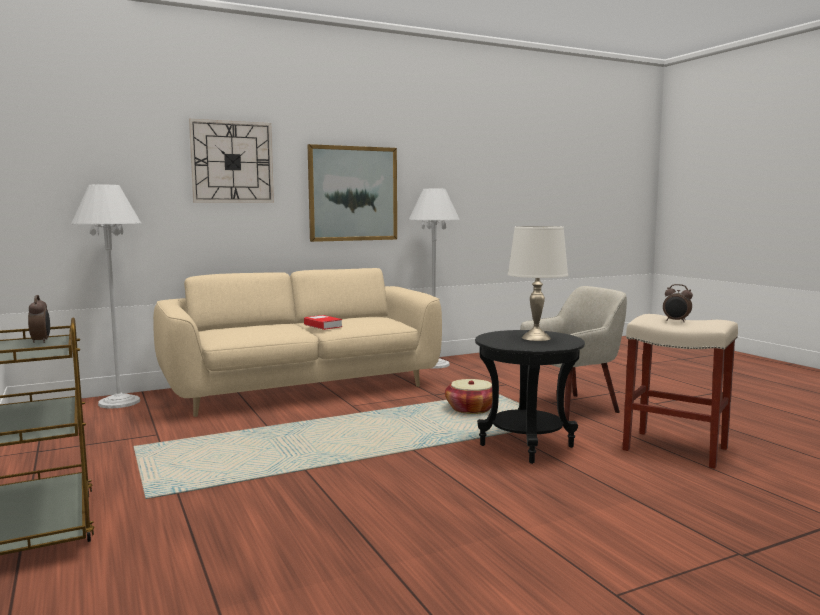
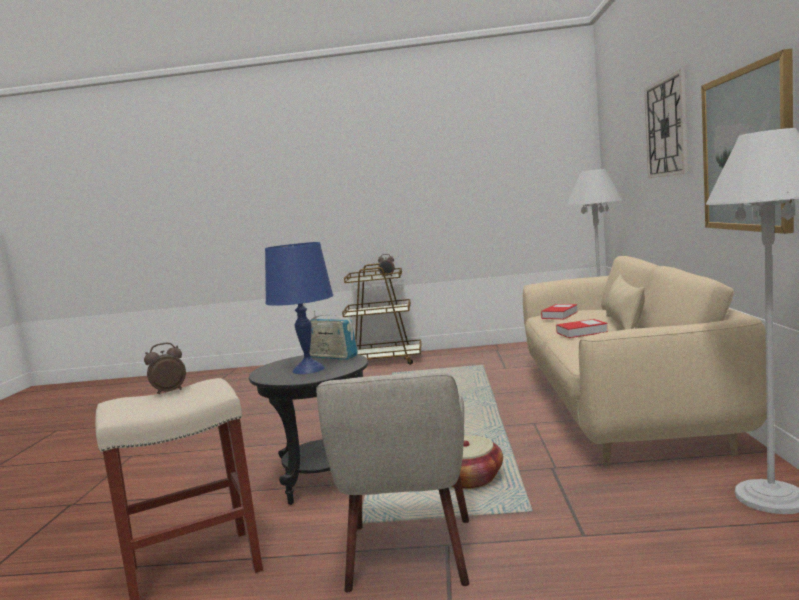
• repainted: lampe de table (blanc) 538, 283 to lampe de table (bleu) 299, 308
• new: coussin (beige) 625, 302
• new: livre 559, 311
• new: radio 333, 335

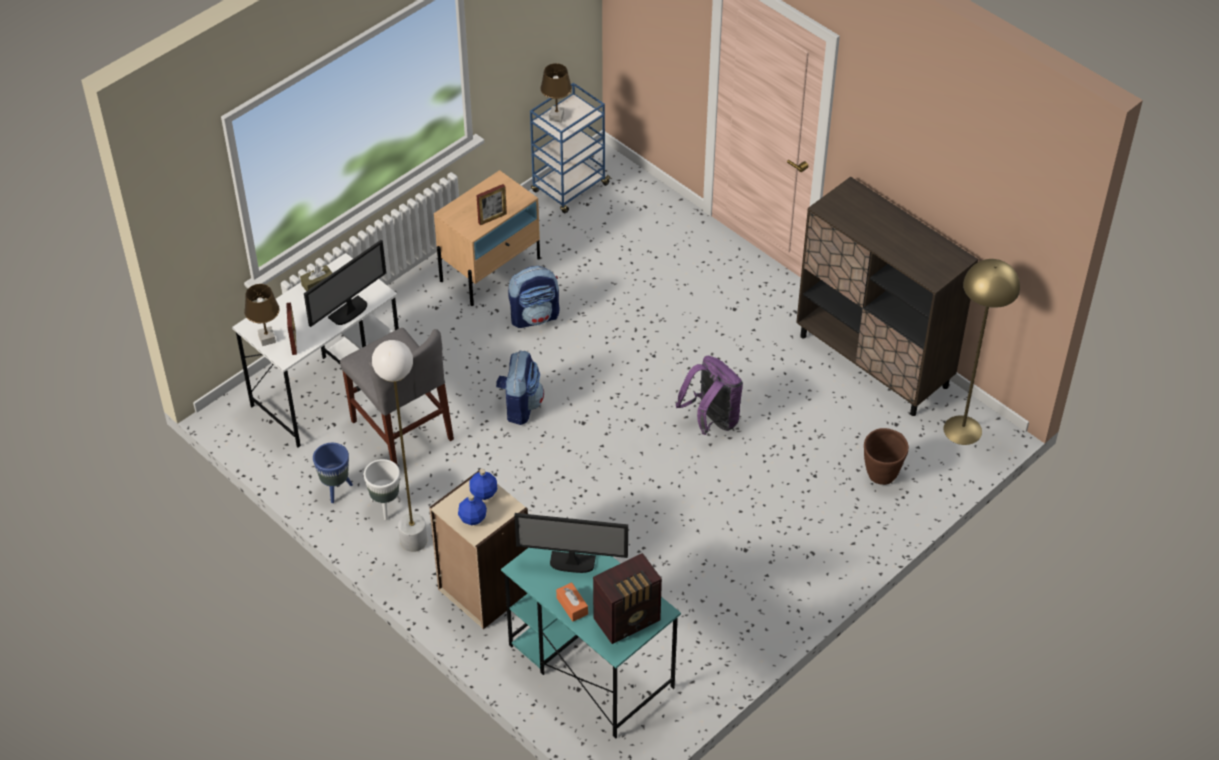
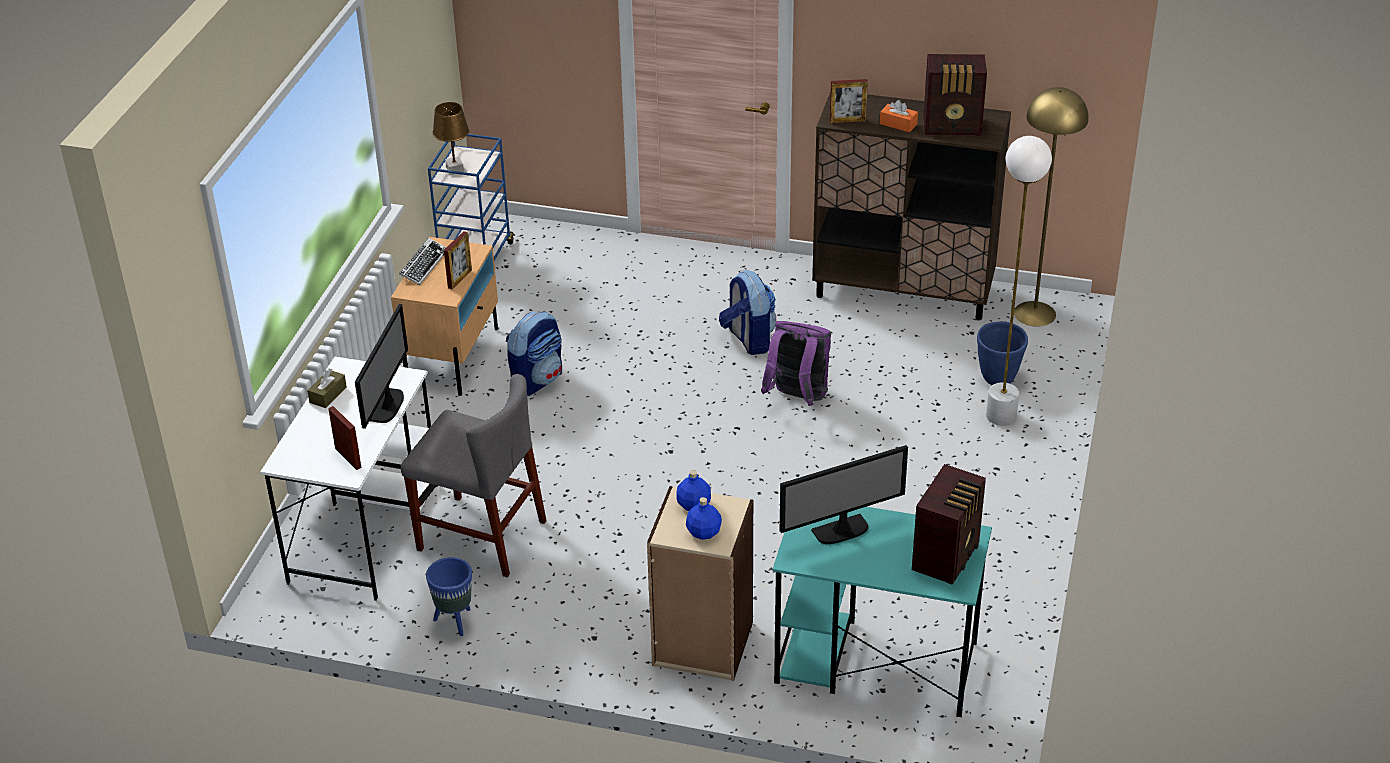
• gone: lampe de table (marron) 262, 315
• shifted: lampadaire (blanc) 399, 446 to 1019, 281
• shifted: sac à dos 520, 387 to 747, 312
• repainted: cache-pot (marron) 886, 456 to cache-pot (bleu) 1002, 353
• gone: cache-pot (blanc) 382, 489
• shifted: boîte à mouchoirs (orange) 572, 602 to 899, 116
• new: radio 955, 95
• new: cadre photo 849, 101
• new: clavier 422, 261

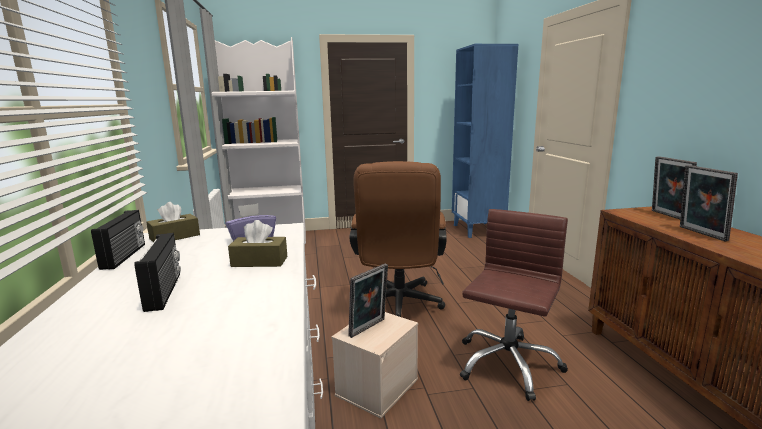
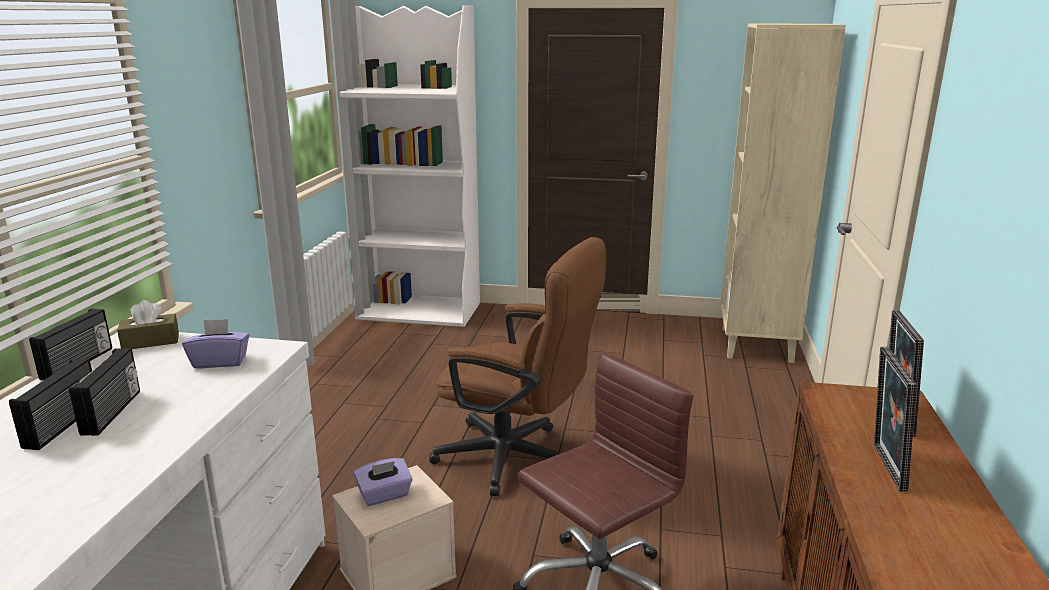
• repainted: bibliothèque (bleu) 485, 141 to bibliothèque (beige) 783, 193
• rotated: chaise de bureau (marron) 398, 239 = 518, 366 90 degrees counterclockwise
• gone: boîte à mouchoirs (marron) 257, 243
• swapped: cadre photo 368, 301 to boîte à mouchoirs (violet) 383, 482
• new: radio 104, 392

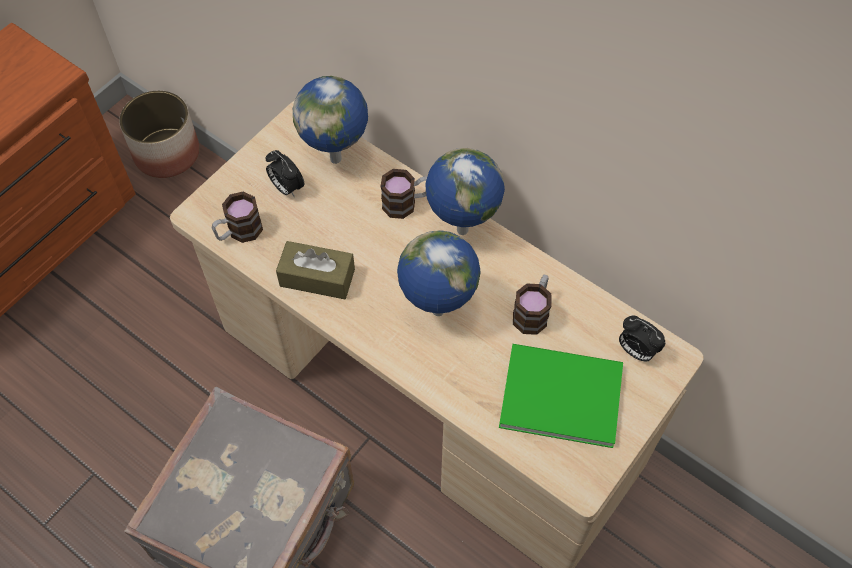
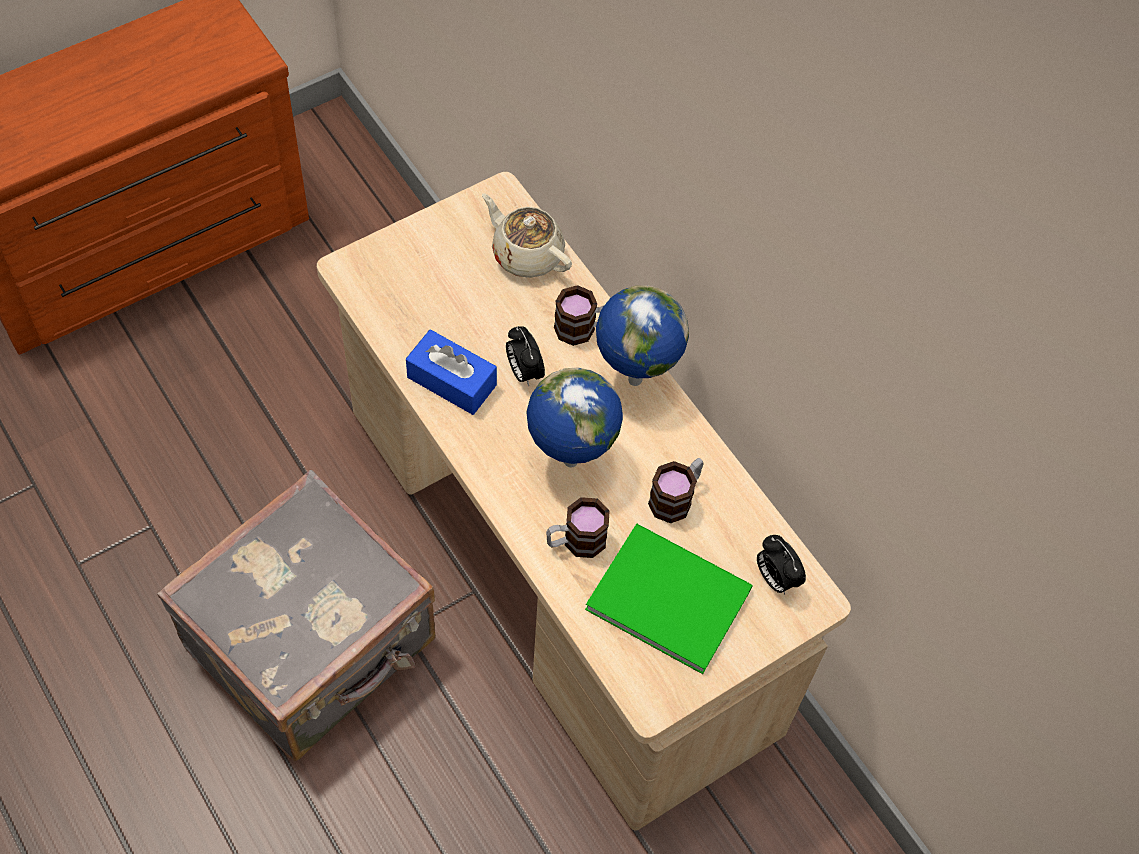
• swapped: globe 330, 120 to théière (beige) 527, 235
• gone: cache-pot 159, 134
• shifted: réveil 285, 173 to 525, 356
• shifted: mug 237, 217 to 578, 527
• repainted: boîte à mouchoirs (marron) 315, 270 to boîte à mouchoirs (bleu) 451, 372

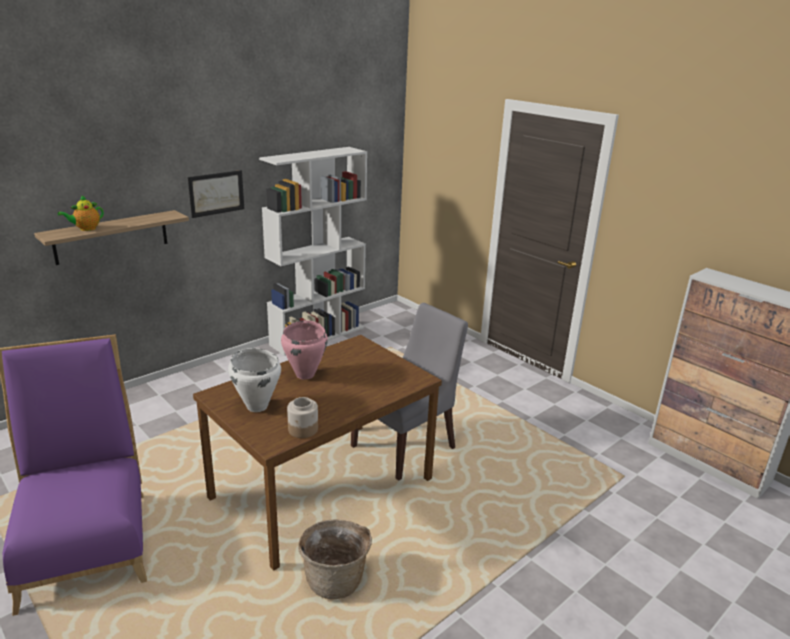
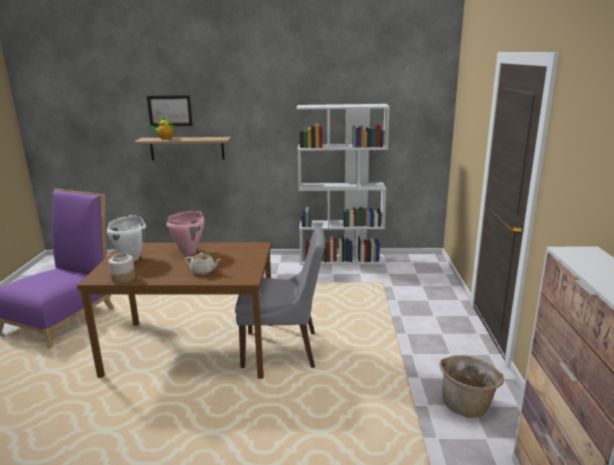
• shifted: tableau 216, 194 to 170, 110
• shifted: panier 335, 559 to 471, 386
• new: théière (beige) 203, 264

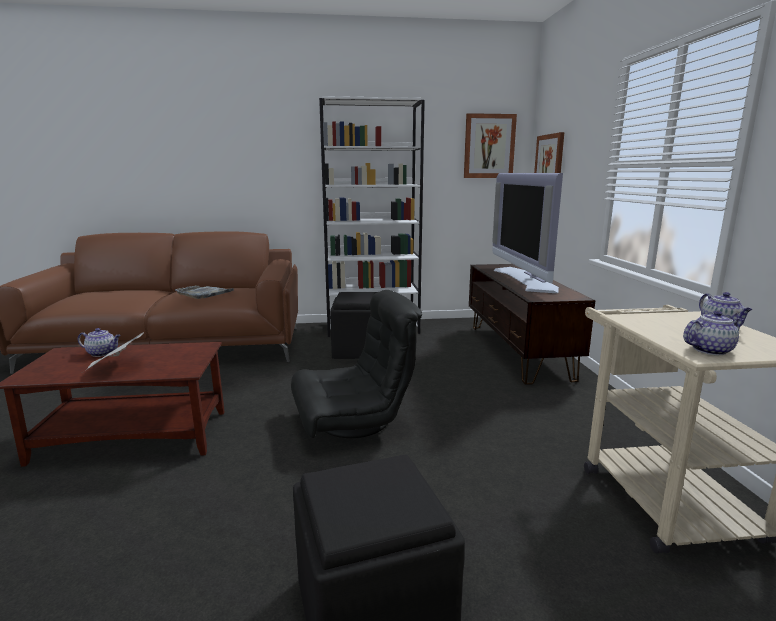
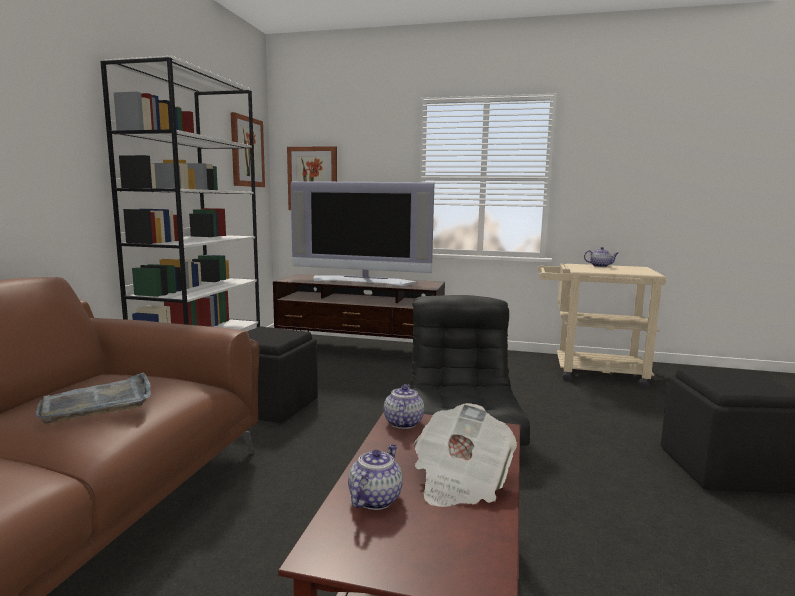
• shifted: théière 713, 332 to 404, 406

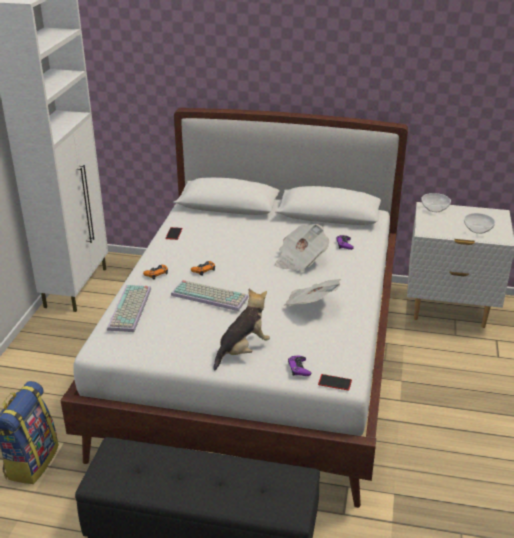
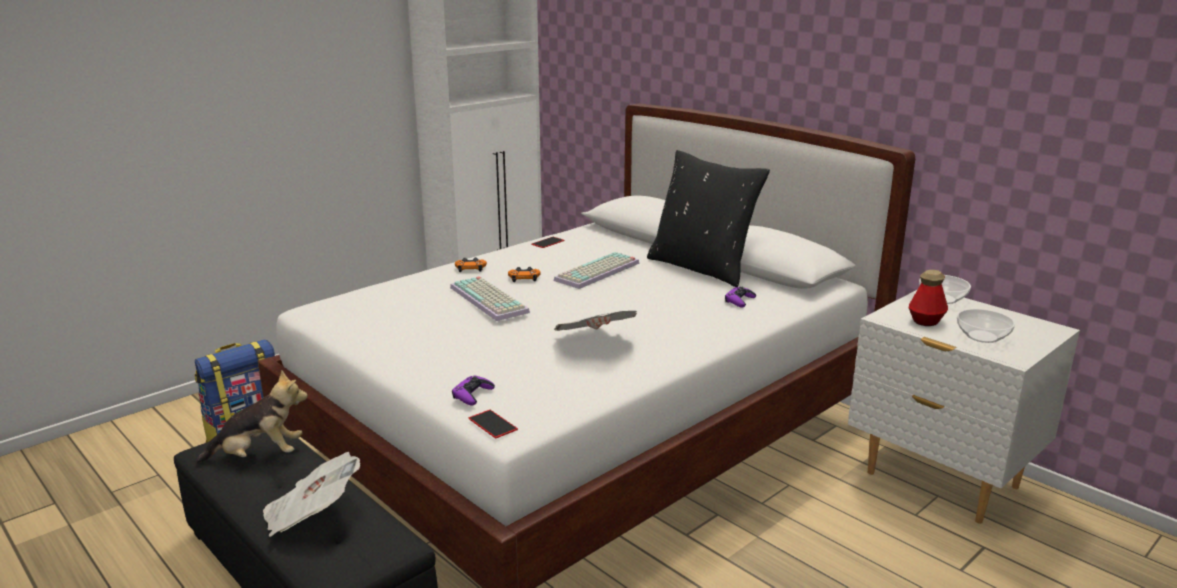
• shifted: journal 302, 248 to 311, 494
• shifted: clavier 129, 308 to 596, 270
• shifted: peluche 241, 330 to 251, 417
• new: coussin (noir) 708, 218
• new: bouteille 928, 298

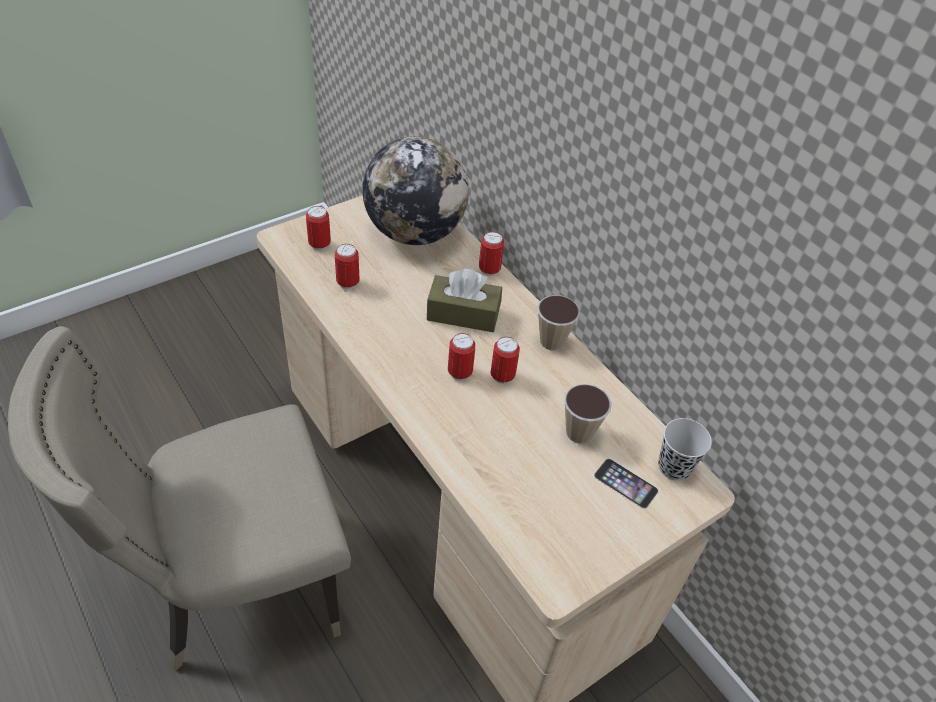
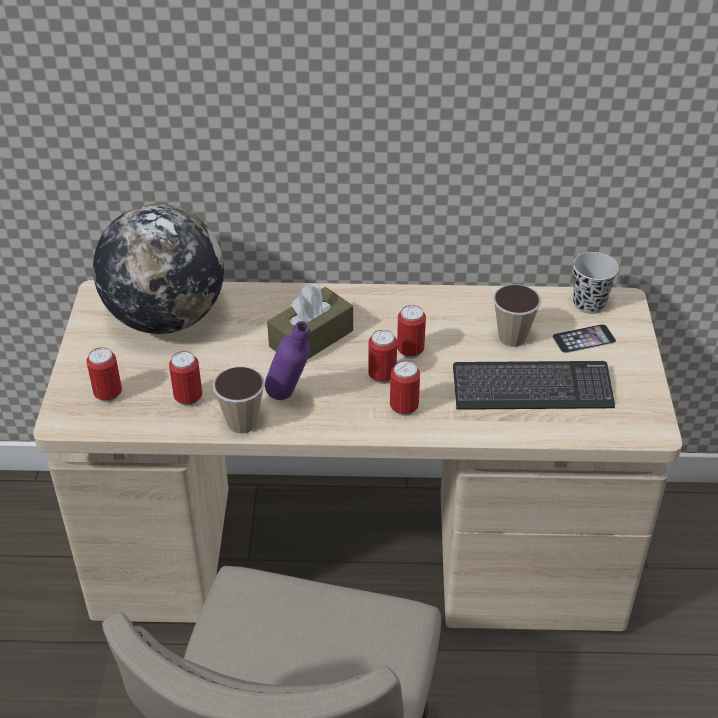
• shifted: boîte métallique 491, 254 to 405, 388
• shifted: tasse 558, 322 to 239, 400
• new: bouteille (violet) 287, 360
• new: clavier 534, 385

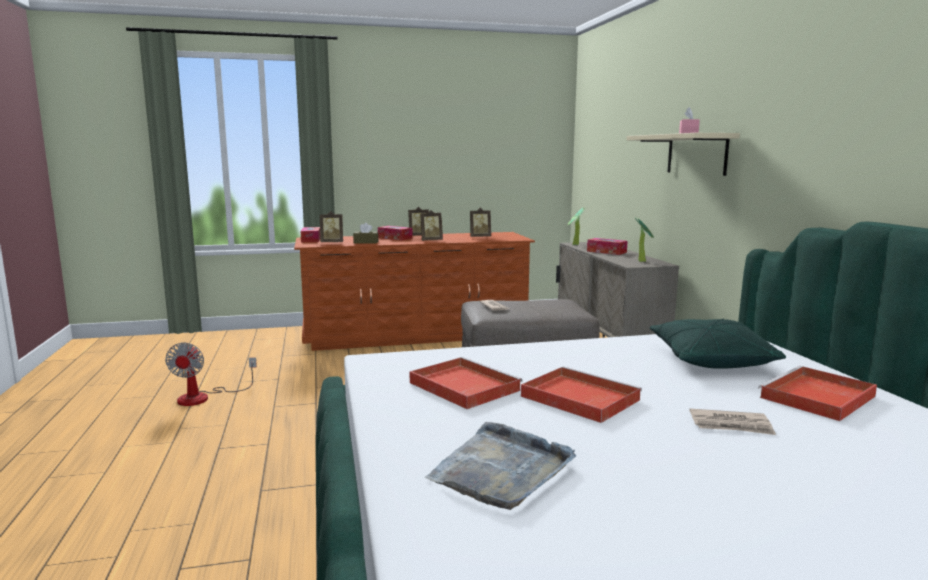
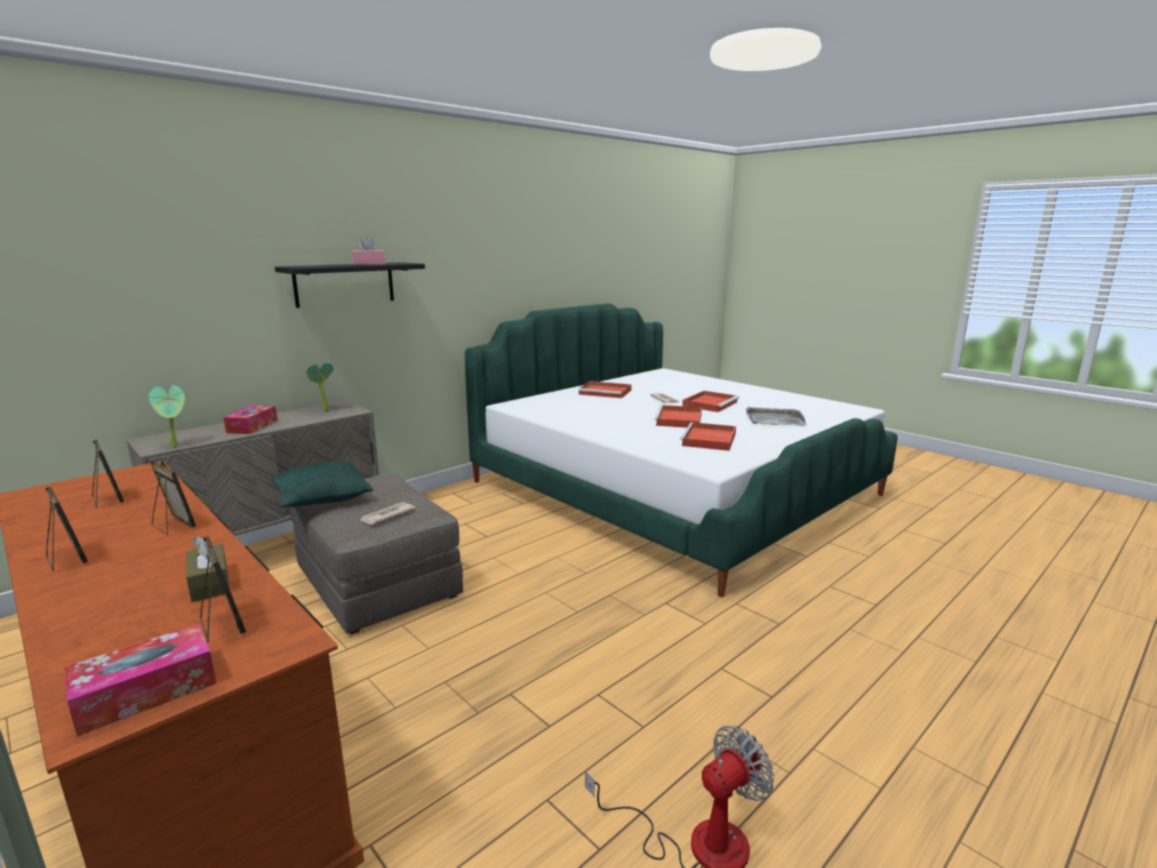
• repainted: étagère (beige) 683, 154 to étagère (noir) 350, 285
• gone: boîte à mouchoirs 395, 233
• shifted: coussin (vert) 718, 344 to 322, 484
• new: plateau (rouge) 710, 401

